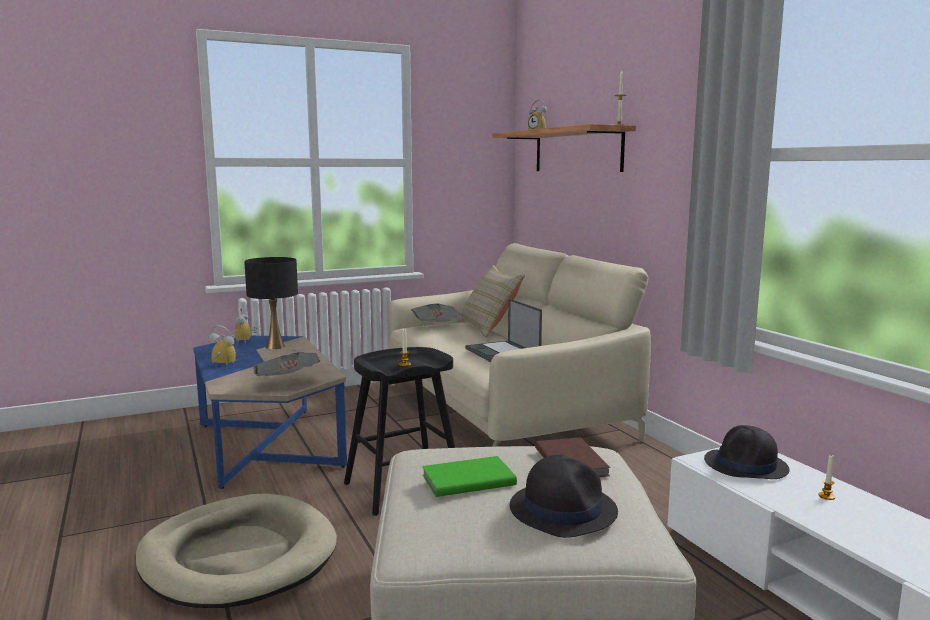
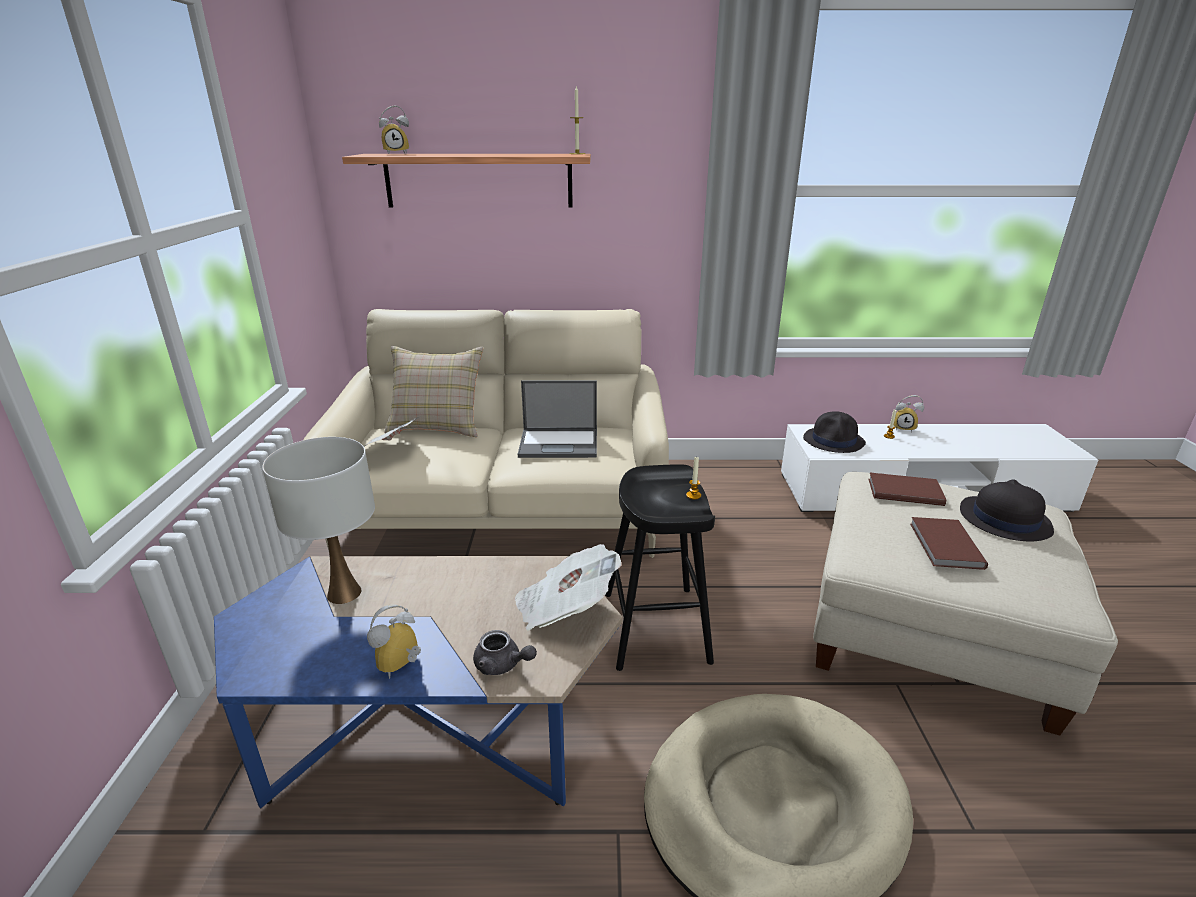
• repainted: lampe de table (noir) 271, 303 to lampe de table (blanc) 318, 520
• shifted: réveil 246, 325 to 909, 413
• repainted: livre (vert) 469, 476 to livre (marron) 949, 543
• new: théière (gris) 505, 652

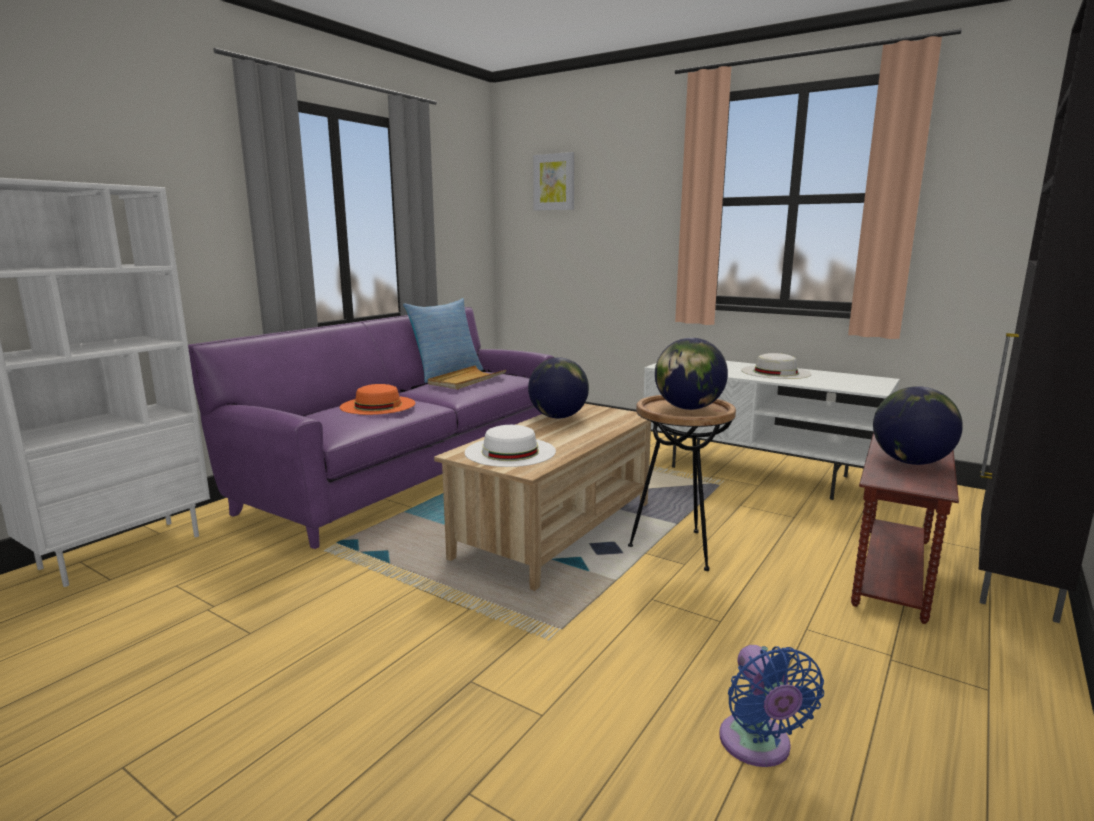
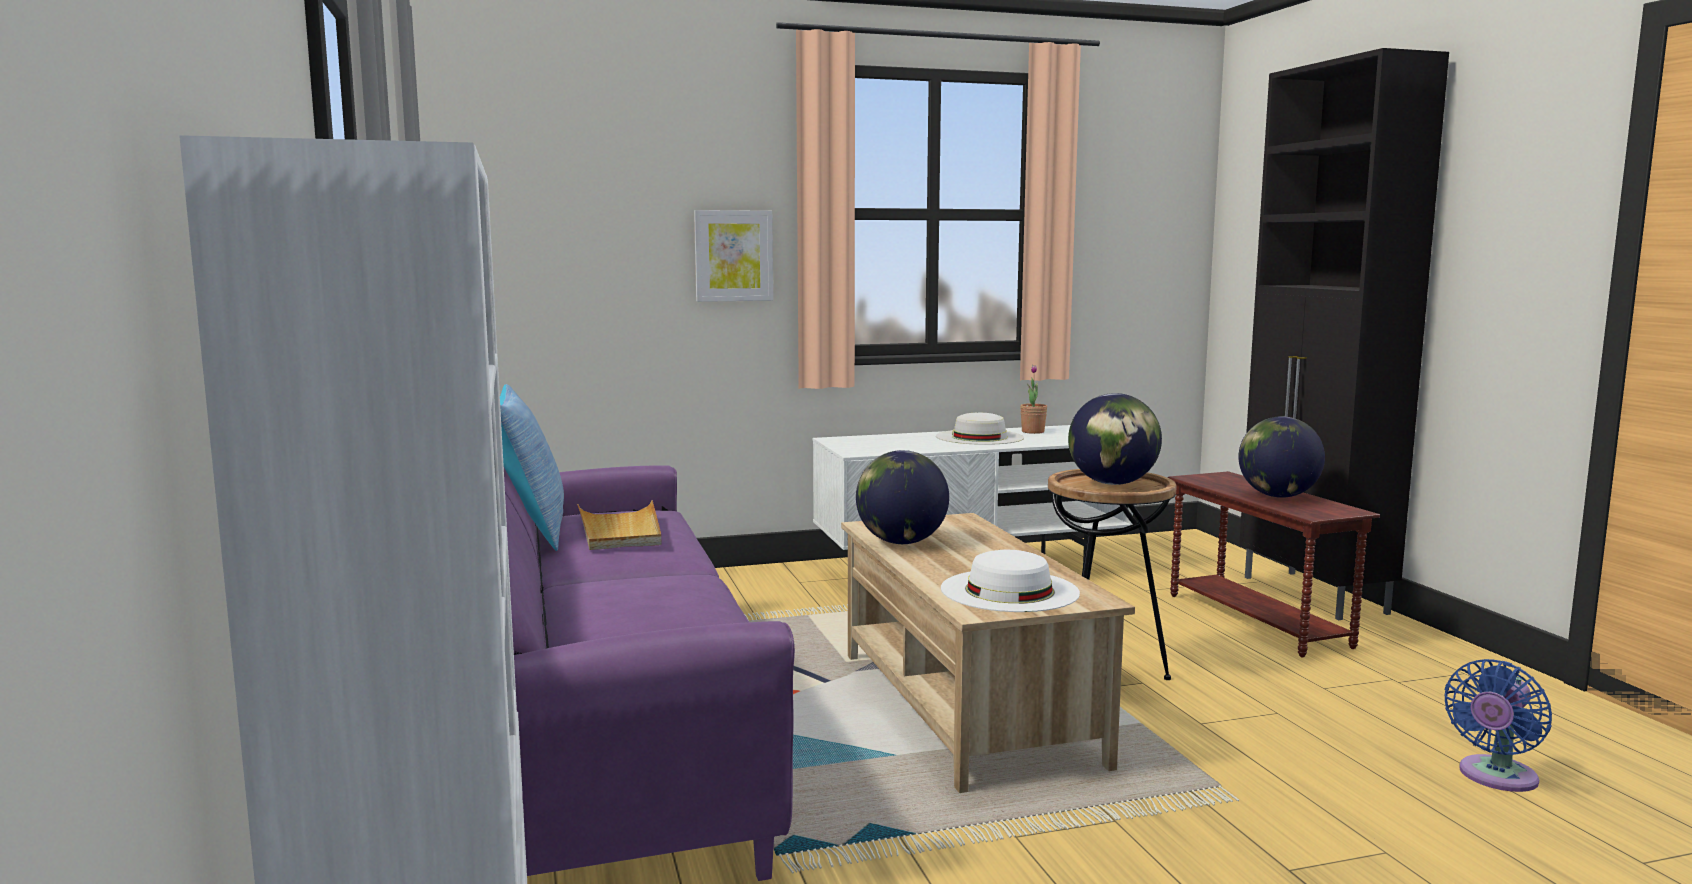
• shifted: tableau 554, 181 to 733, 256
• gone: chapeau (orange) 377, 399
• rotated: ventilateur (bleu) 771, 706 = 1498, 725 105 degrees clockwise
• new: plante en pot 1033, 399

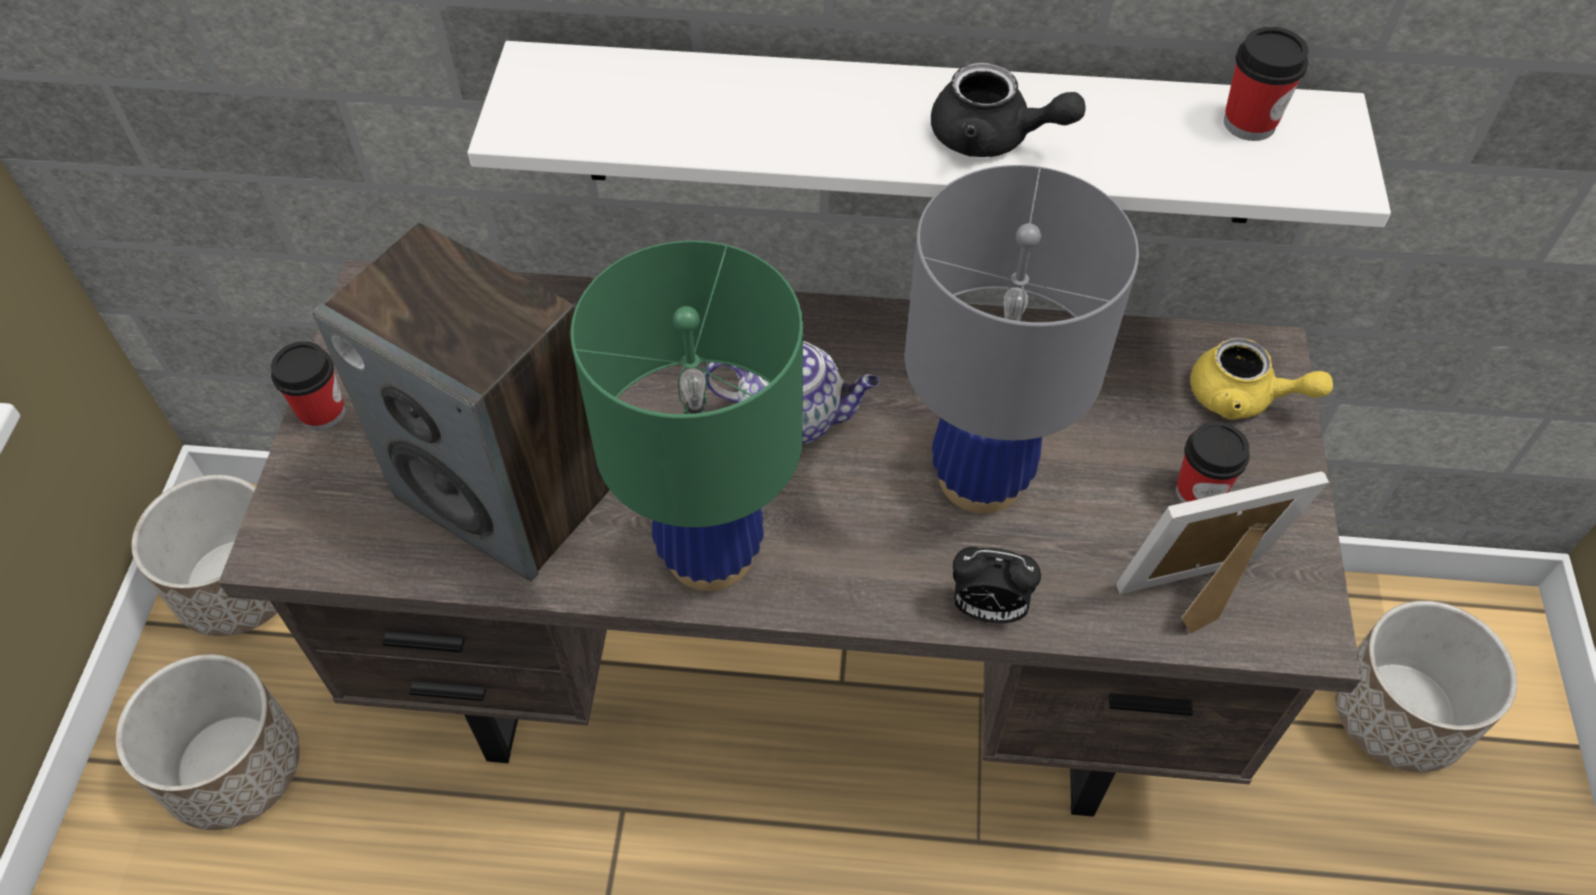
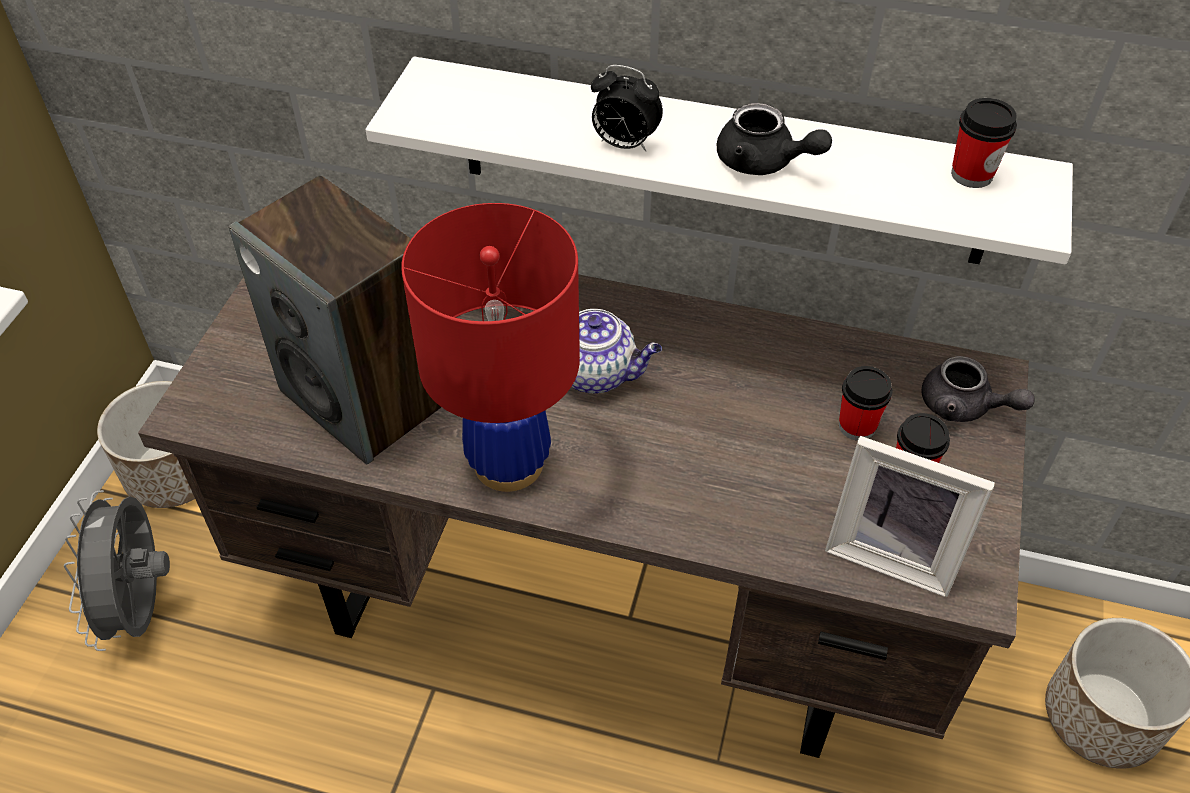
• gone: lampe de table (gris) 1022, 339
• repainted: lampe de table (vert) 686, 416 to lampe de table (rouge) 490, 347
• repainted: théière (jaune) 1261, 379 to théière (gris) 977, 389
• shifted: tasse 308, 386 to 865, 403
• rotated: cadre photo 1222, 552 = 910, 516 150 degrees counterclockwise
• shifted: réveil 997, 585 to 627, 108
• swapped: cache-pot 208, 742 to ventilateur (gris) 117, 570

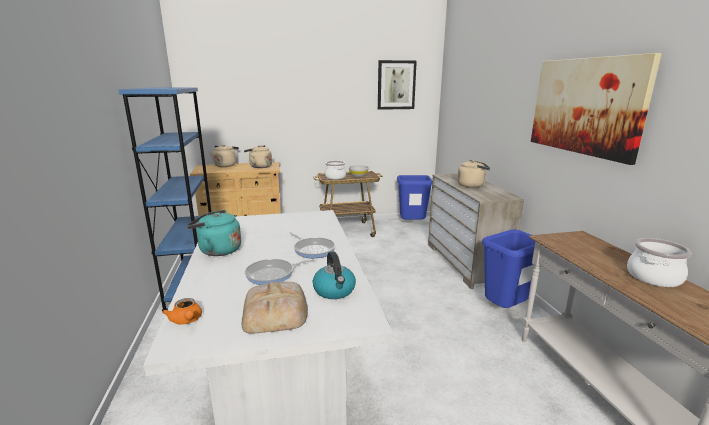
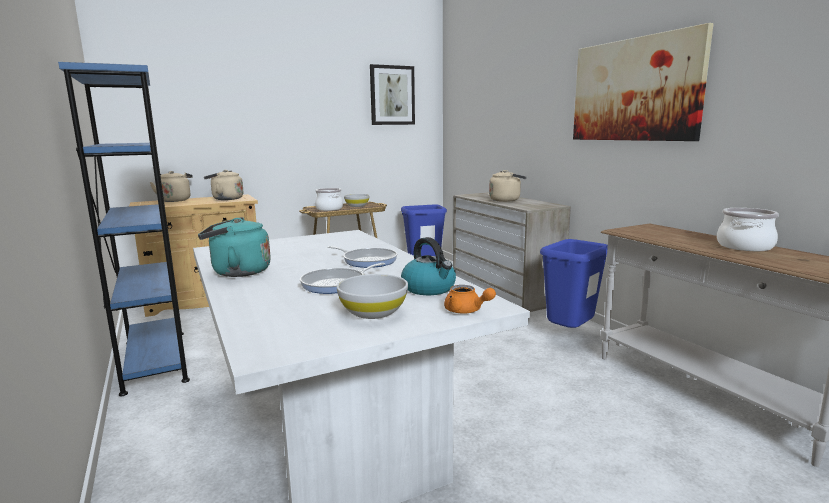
• swapped: pain 275, 308 to bol (blanc) 372, 296
• shifted: théière (orange) 182, 311 to 470, 299

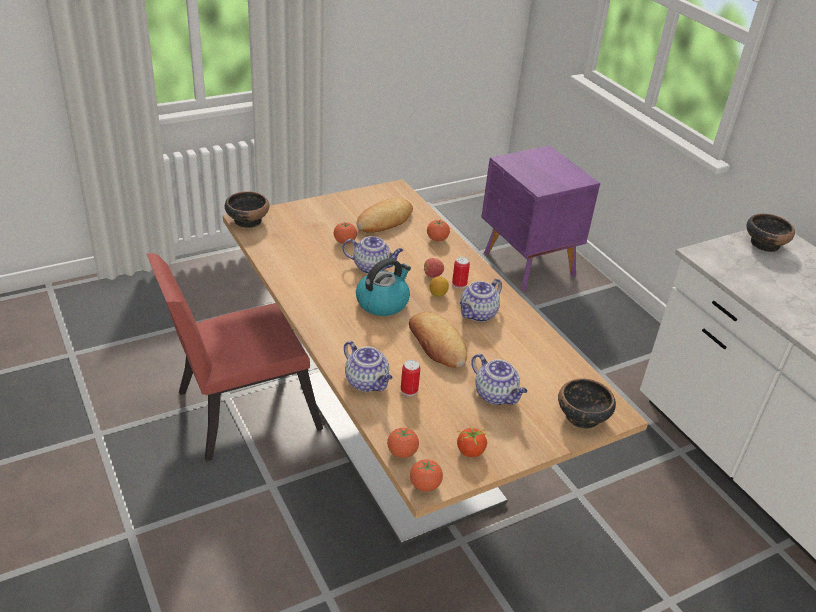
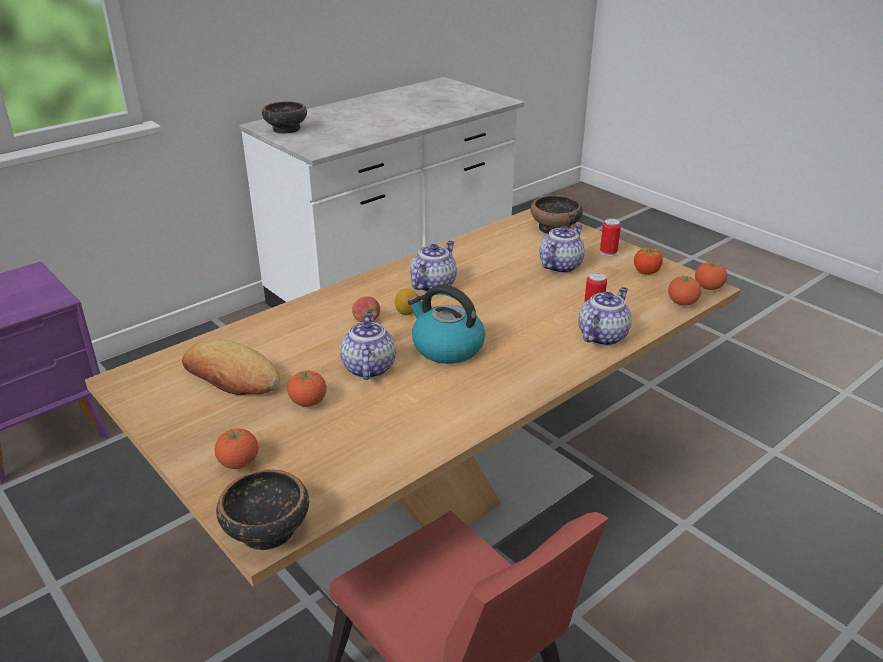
• shifted: tomate 438, 230 to 236, 448
• shifted: boîte métallique 461, 273 to 610, 237
• rotated: théière 480, 300 = 433, 266 90 degrees counterclockwise
• gone: pain 438, 340

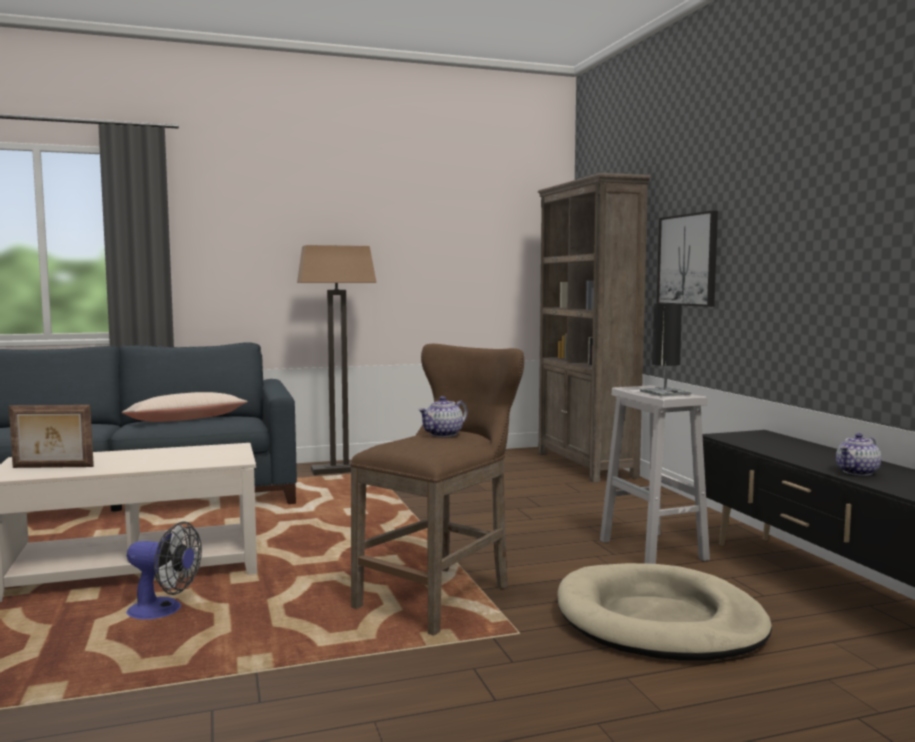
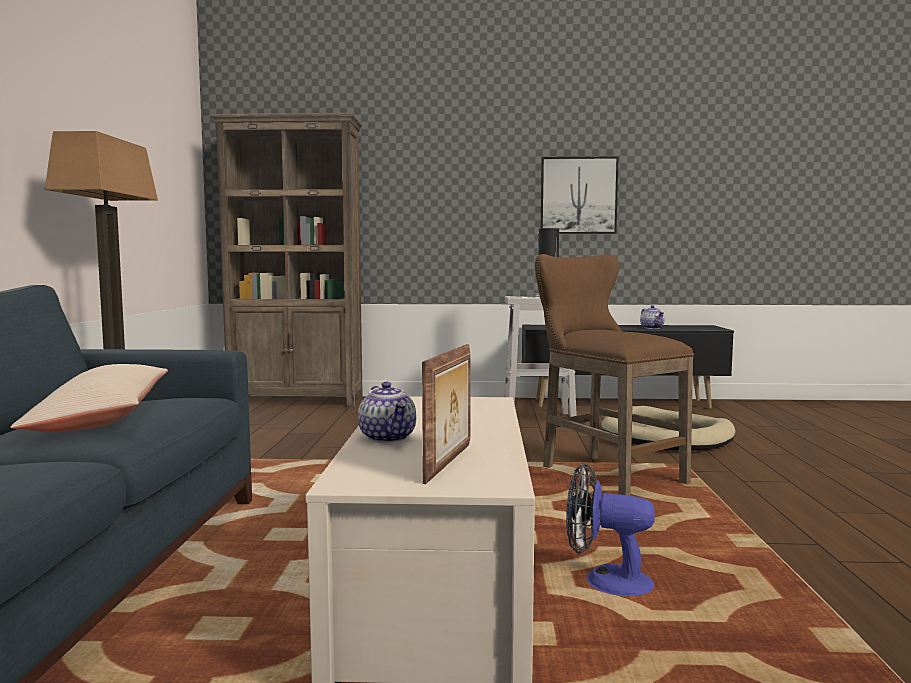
• shifted: tableau 687, 259 to 579, 195
• shifted: théière 442, 416 to 387, 412
• rotated: ventilateur 164, 570 = 610, 529 105 degrees counterclockwise

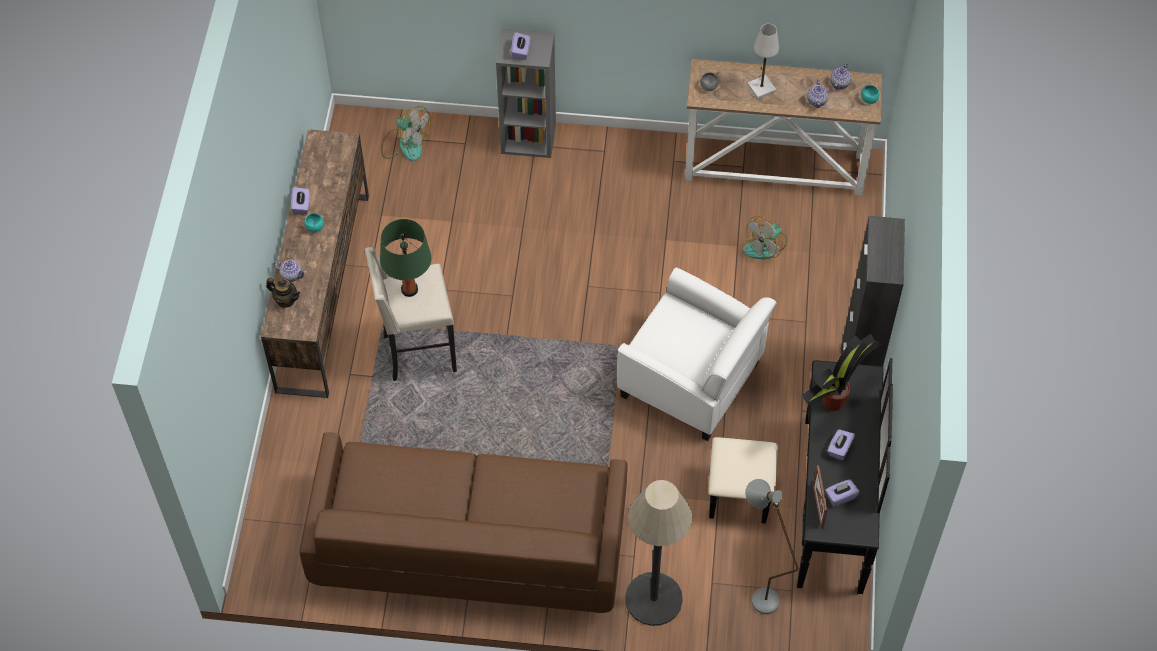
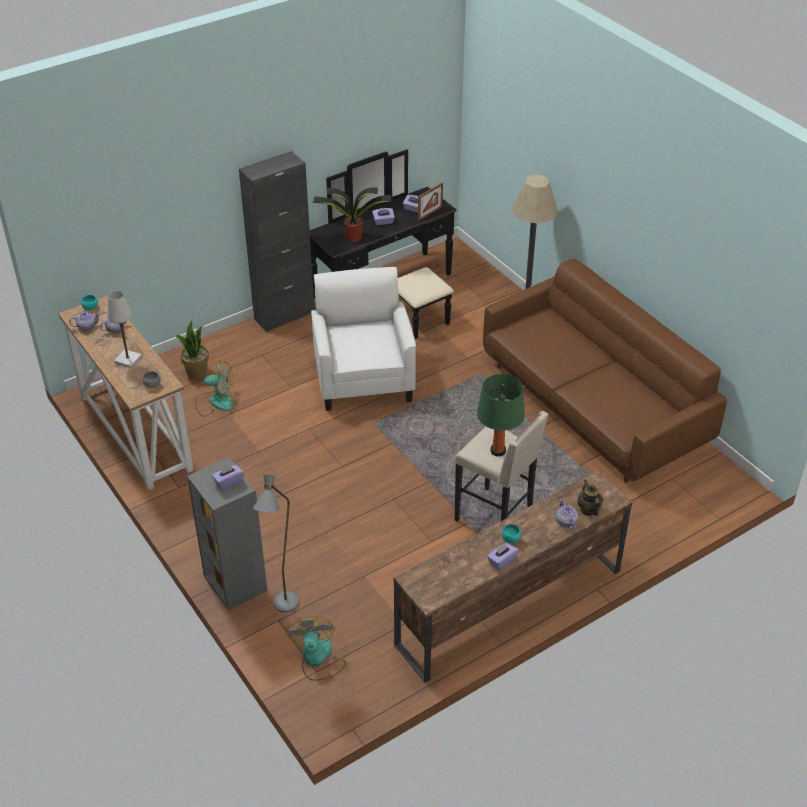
• shifted: lampadaire (gris) 771, 546 to 276, 544
• new: plante en pot 192, 350

